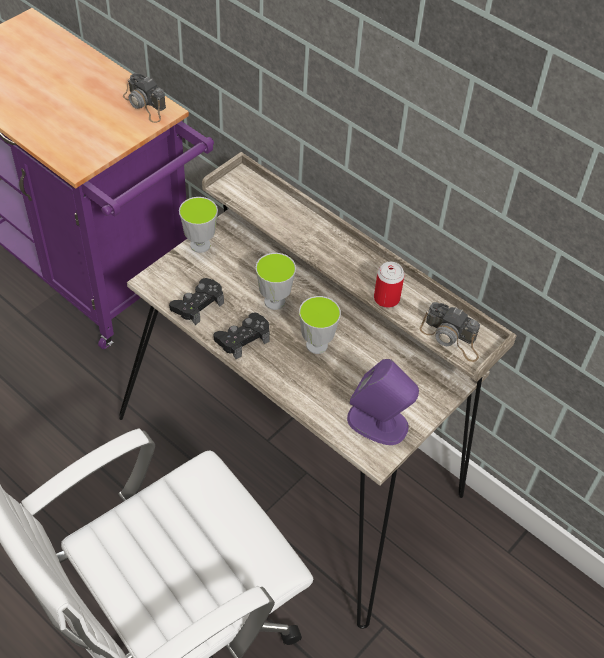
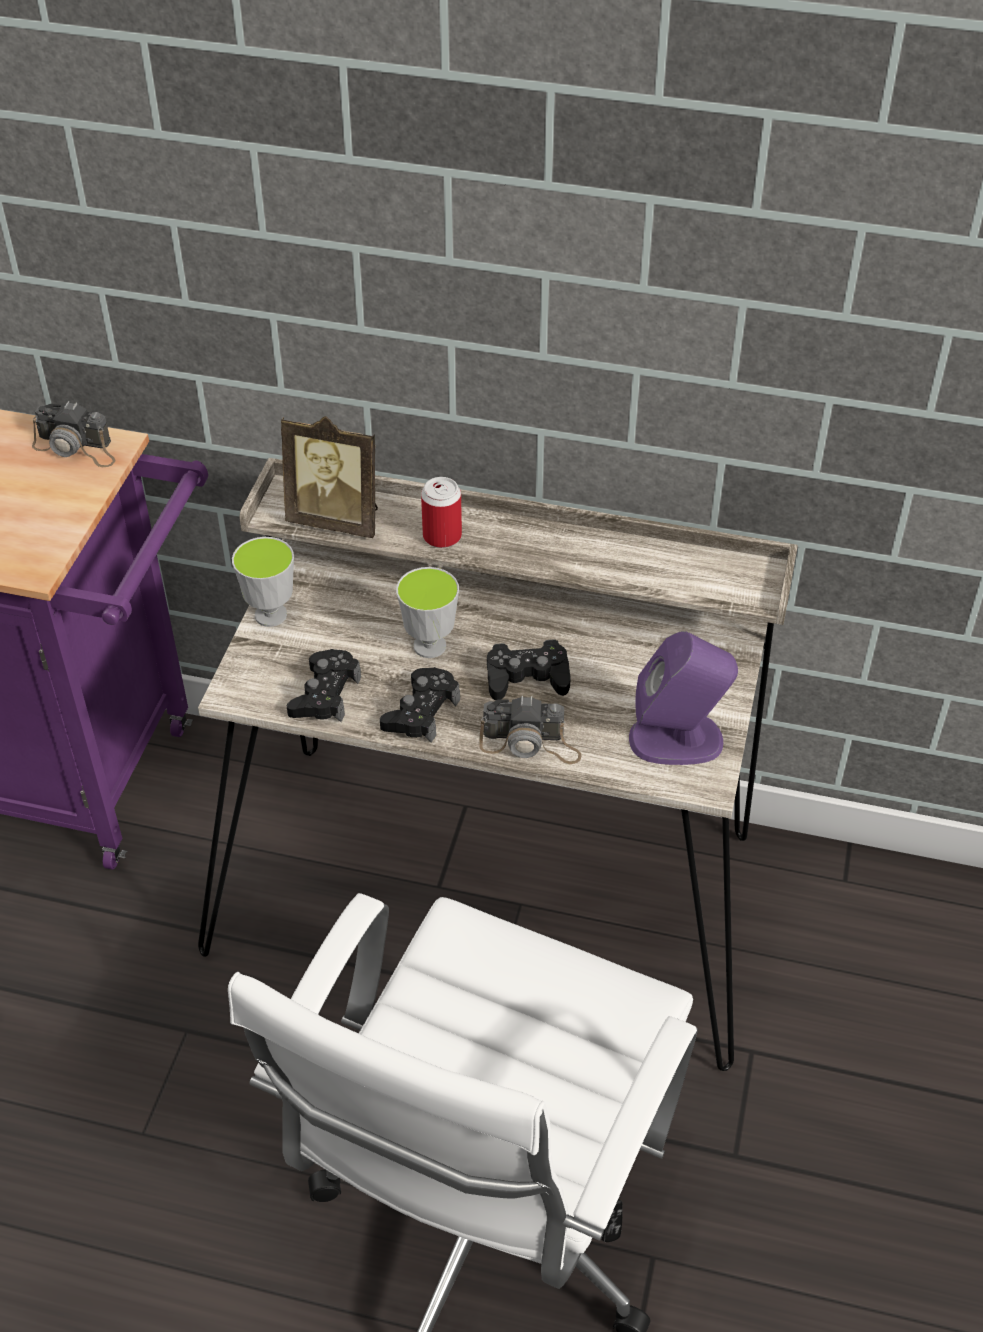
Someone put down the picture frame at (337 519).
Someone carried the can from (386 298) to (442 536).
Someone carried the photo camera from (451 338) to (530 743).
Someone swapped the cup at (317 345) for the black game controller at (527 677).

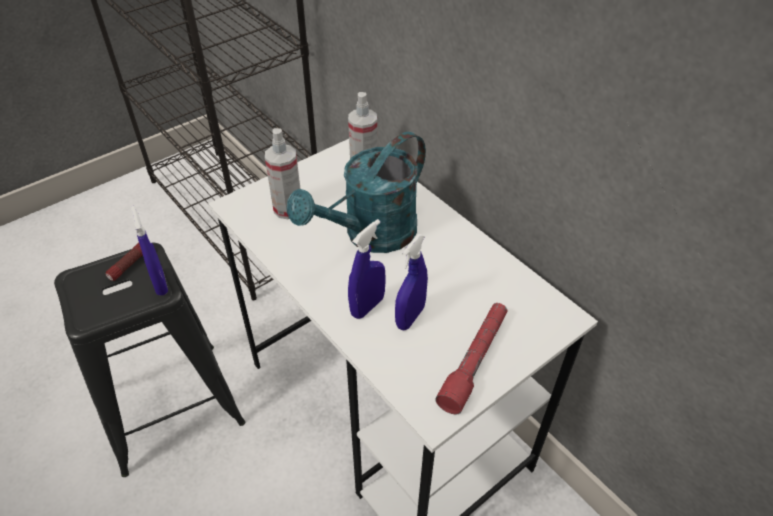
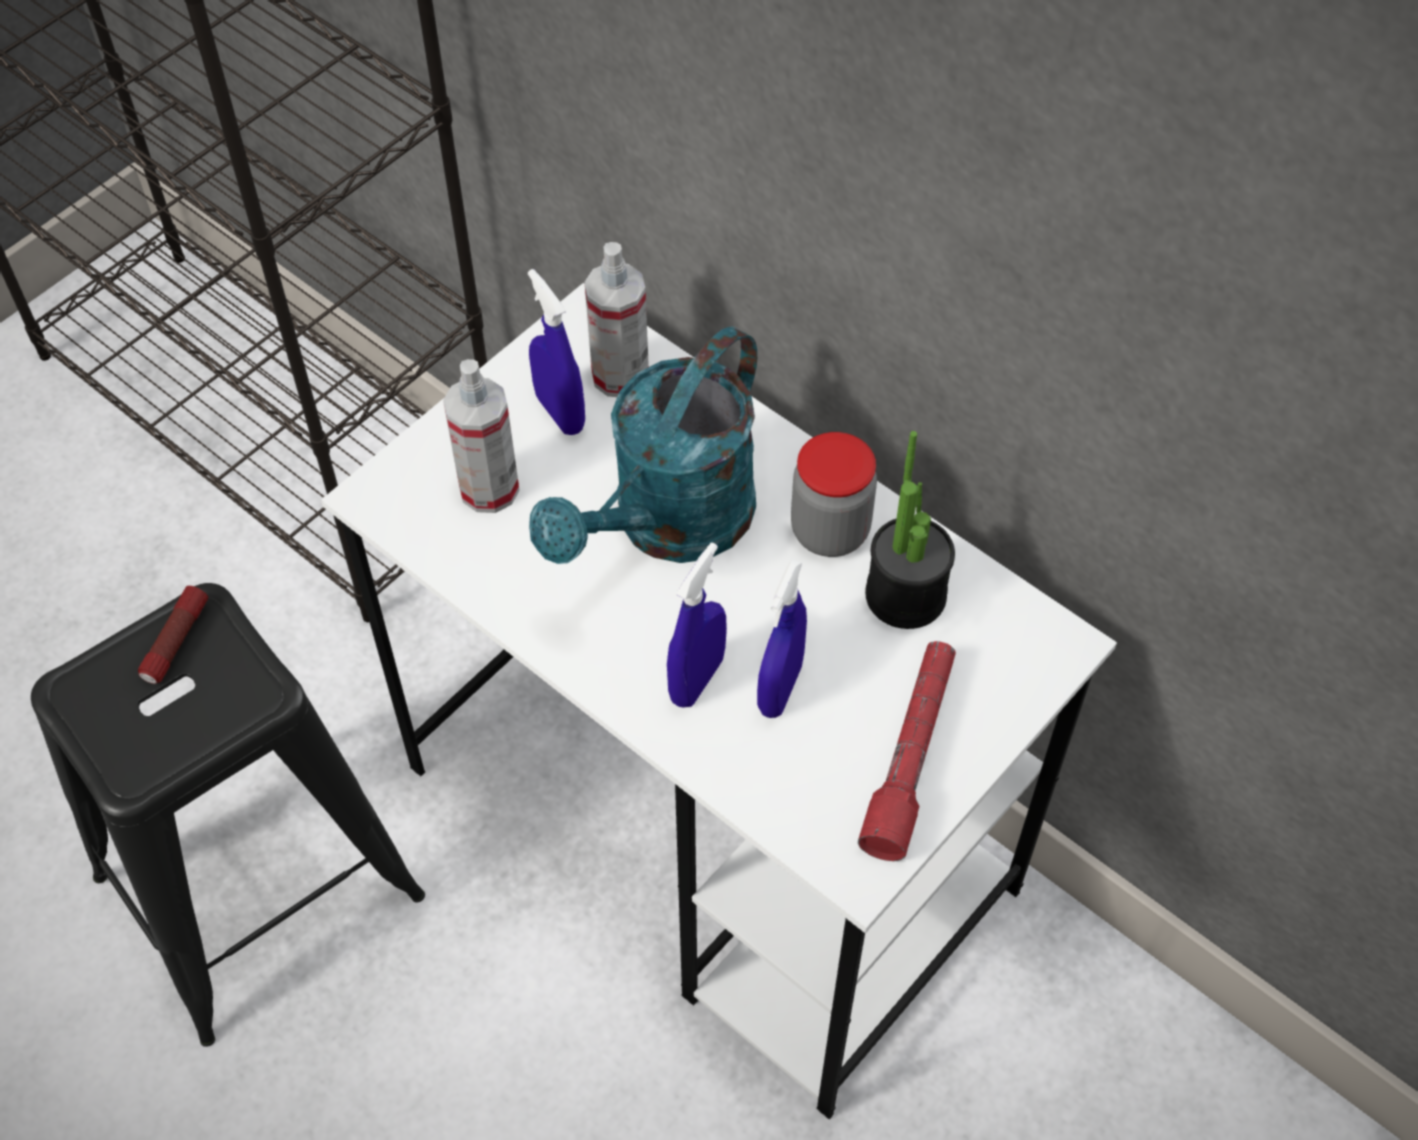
Someone carried the blue spray bottle from (160 284) to (560 413).
Someone put down the jar at (830 531).
Someone put down the potted plant at (905 595).

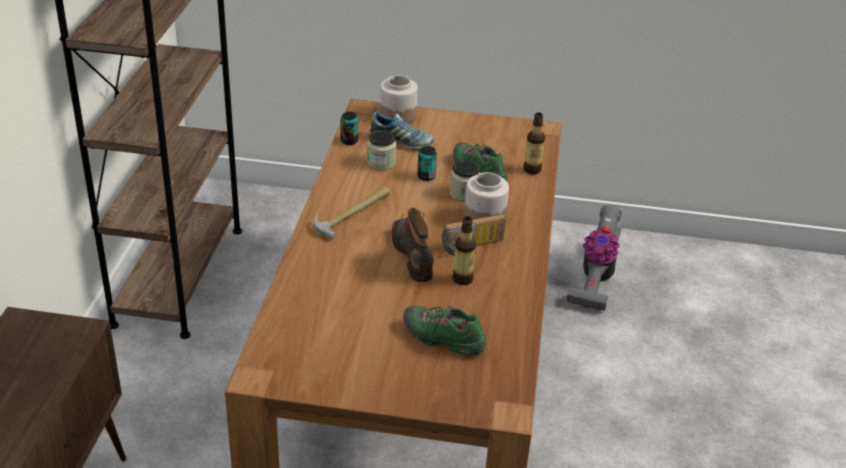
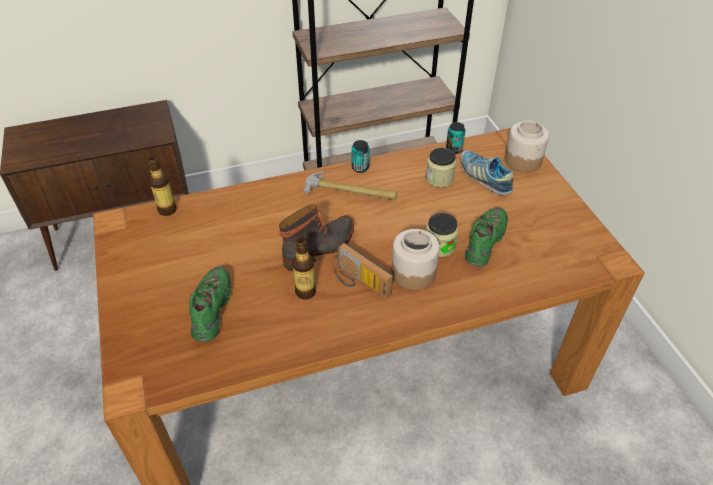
Someone carried the bottle from (532 170) to (167 210).
Someone carried the can from (426 176) to (360 168).
Someone rotated the shoe at (401 142) by 150 degrees clockwise.
Someone took away the vacuum cleaner at (595 280).

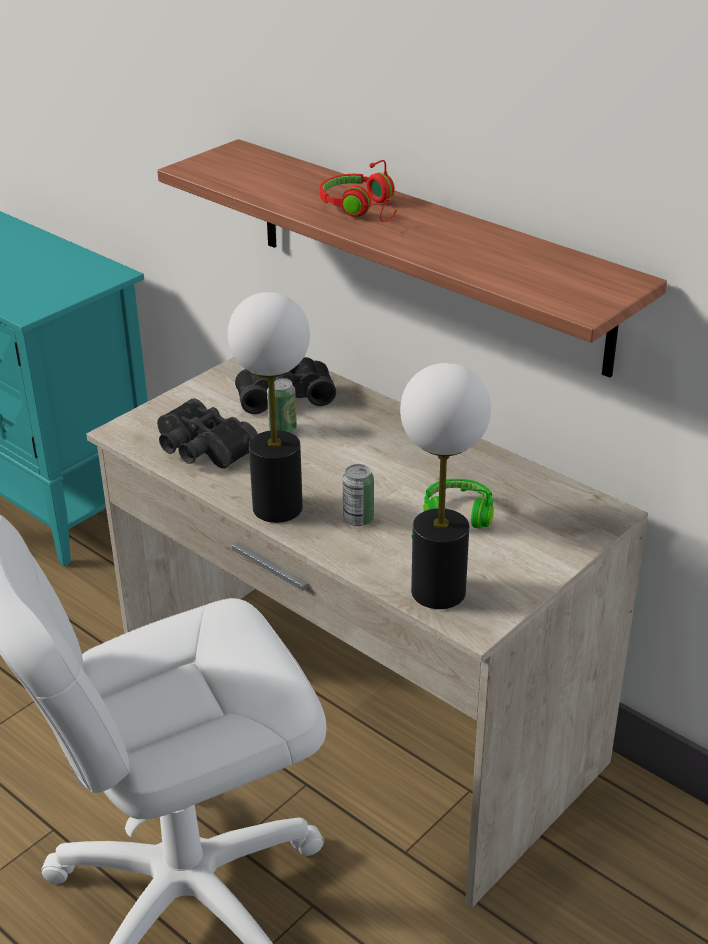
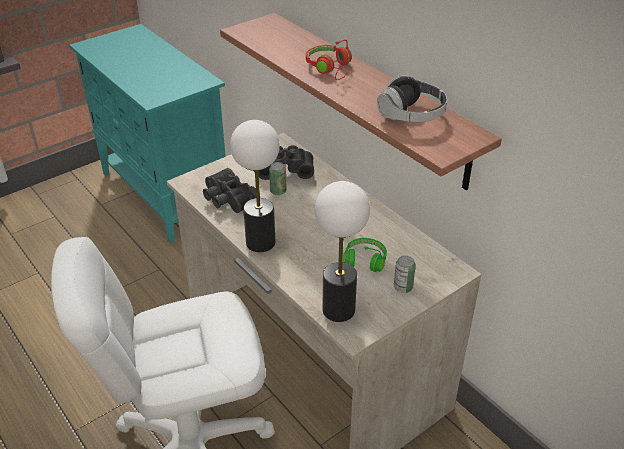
Someone put down the headphones at (411 115).
Someone carried the can from (358 519) to (403 287).

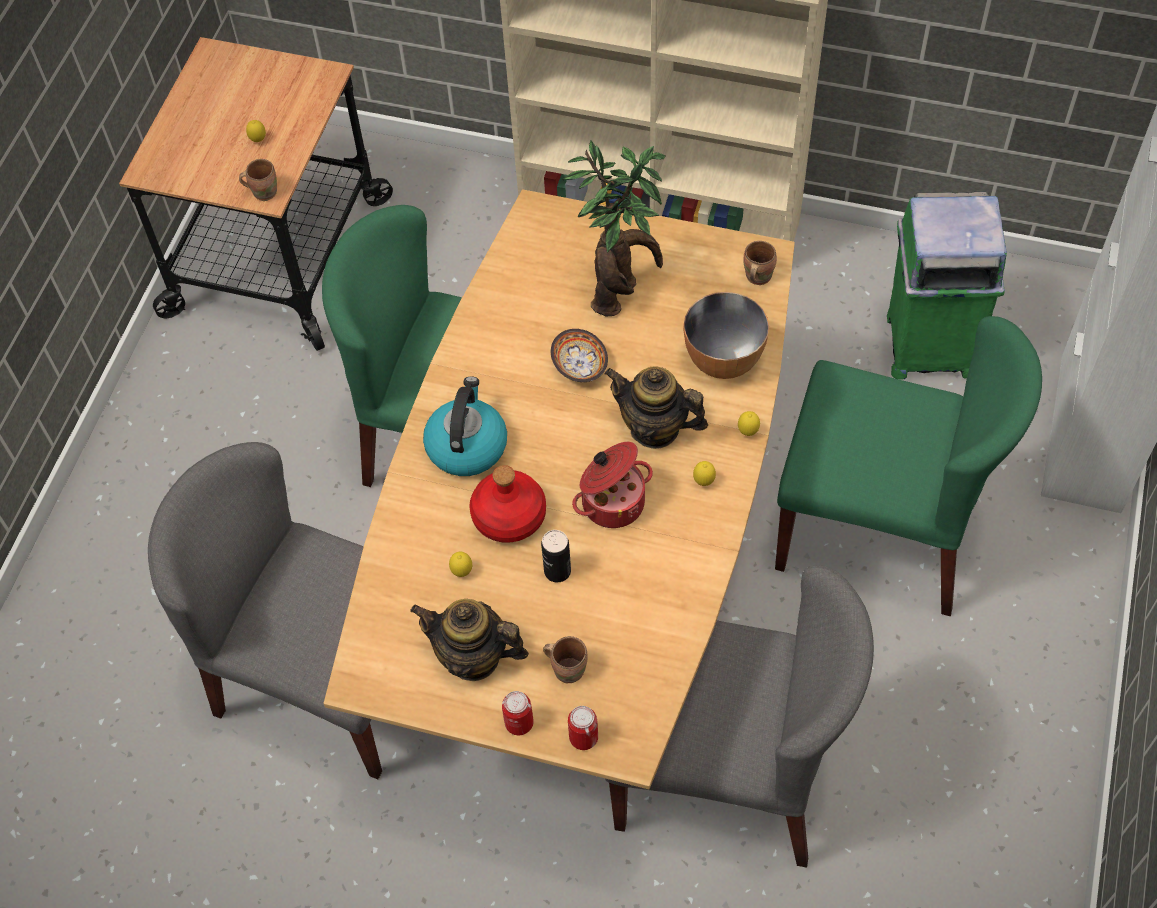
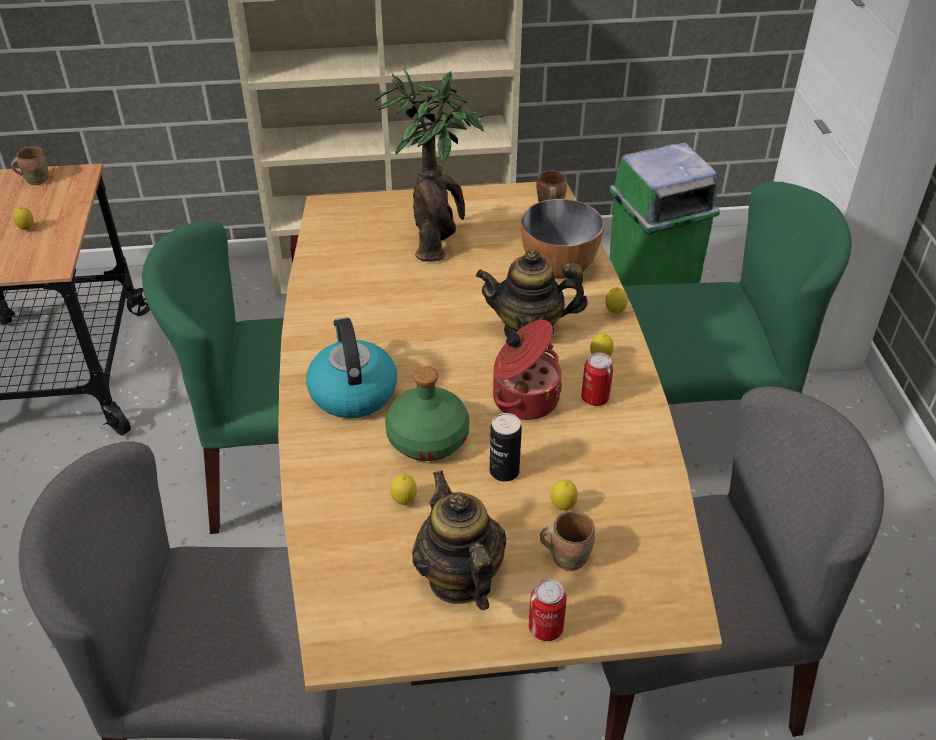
Someone carried the brown mug from (263 191) to (36 179).
Someone repainted the red bottle at (509 517), which became the green bottle at (429 439).
Someone rotated the teapot at (473 657) by 75 degrees clockwise.
Someone put down the lemon at (563 507).
Someone carried the can from (583 737) to (595 398).
Someone took away the bowl at (579 367).

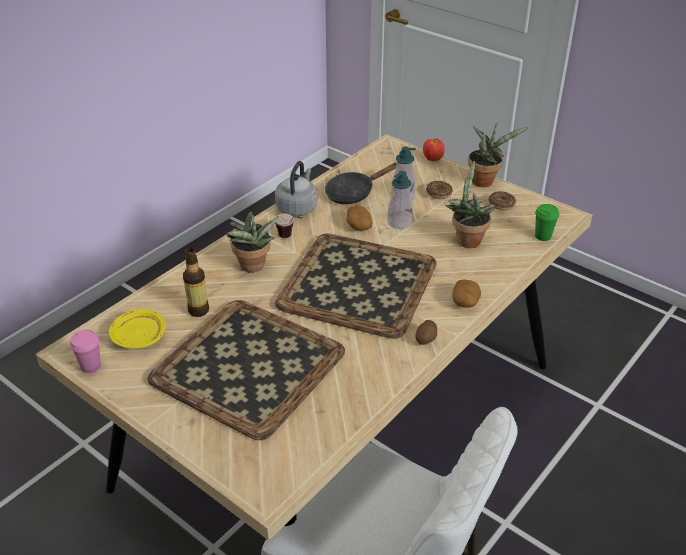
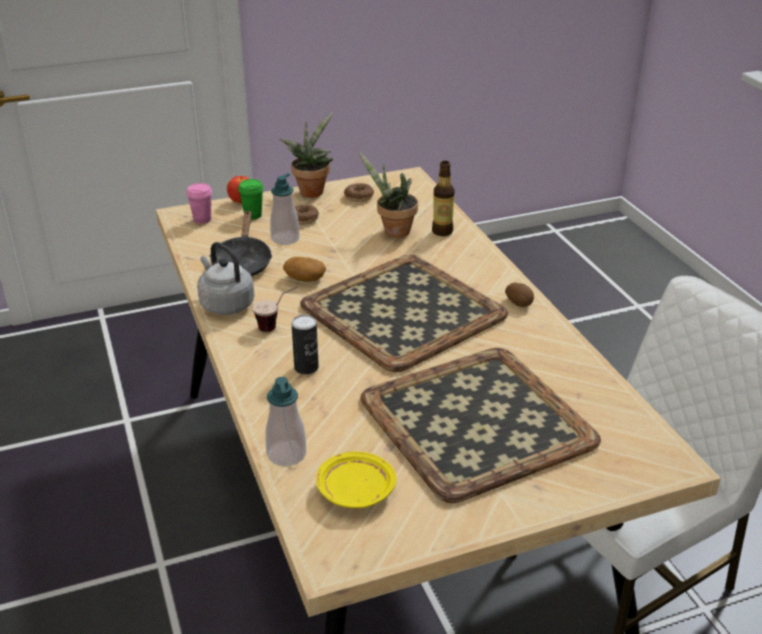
Someone carried the pink cup from (91 366) to (202 219).
Someone carried the green cup from (543 236) to (253 215).
Someone carried the soap dispenser from (399 222) to (286 454).
Someone swapped the potted plant at (252 268) for the can at (306 367).
Someone carried the bottle from (198 310) to (442 231).
Someone took away the potato at (465 302).

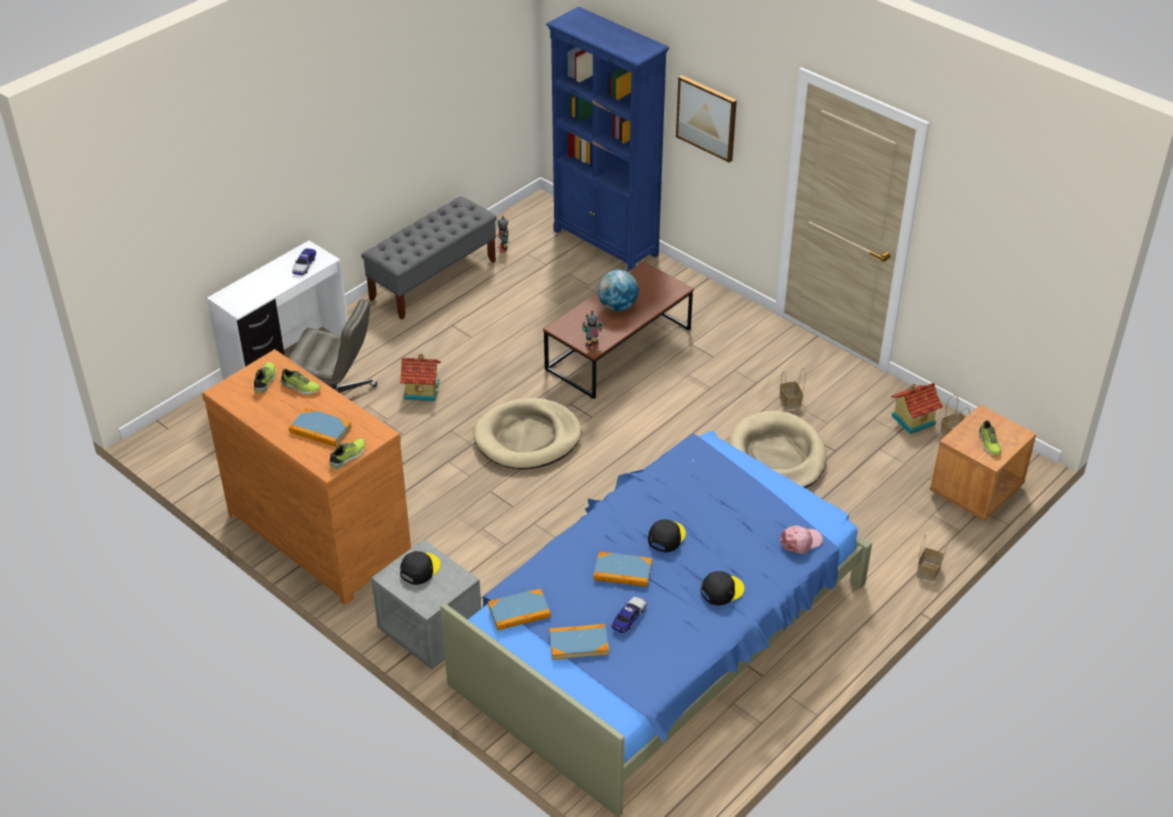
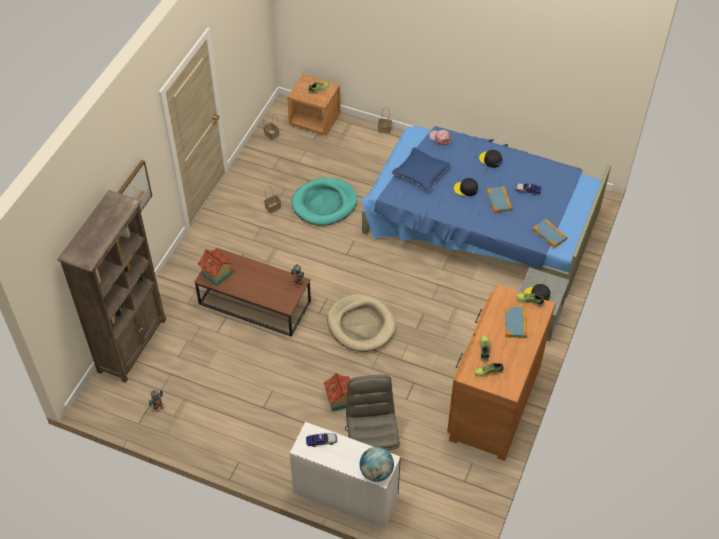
Someone repainted the blue bookcase at (606 243), which became the brown bookcase at (132 345).
Someone carried the toy house from (912 419) to (216 274).
Someone repainted the beige dog bed at (776 456), which became the turquoise dog bed at (324 204).
Someone carried the globe from (617 306) to (376 472).
Someone put down the blue pillow at (421 172).
Someone took away the grey bench at (433 279).
Someone took away the book at (578 643).

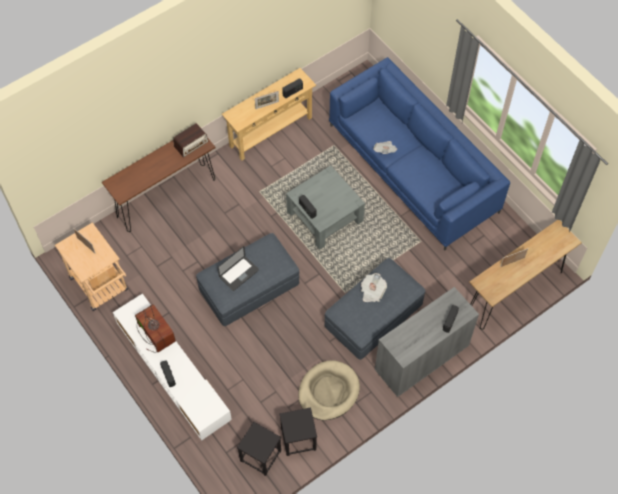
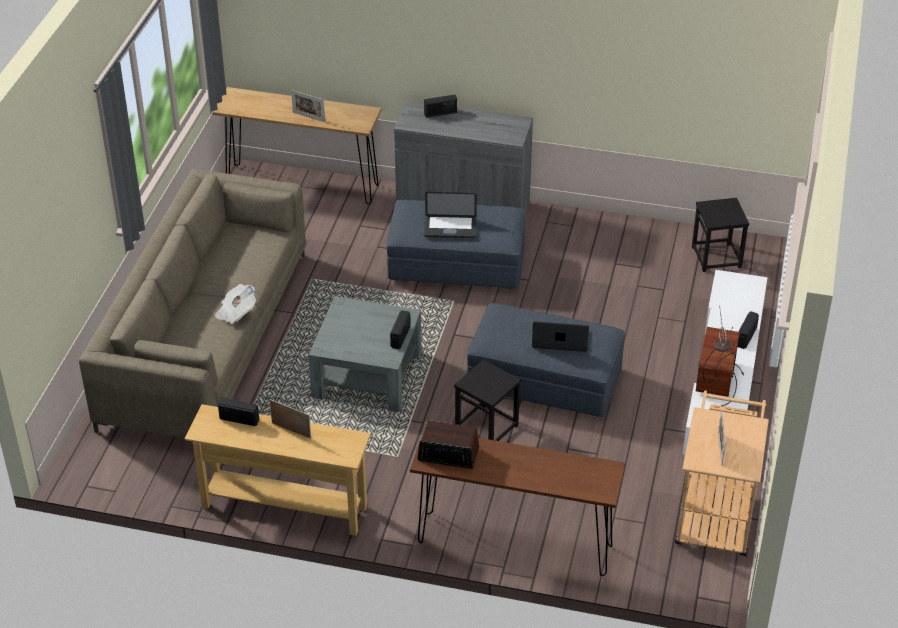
Someone repainted the blue sofa at (412 168), which became the beige sofa at (206 339).
Someone swapped the newspaper at (372 291) for the laptop at (450 228).
Someone carried the black stool from (298 439) to (487 427).
Someone took away the beige dog bed at (328 391).

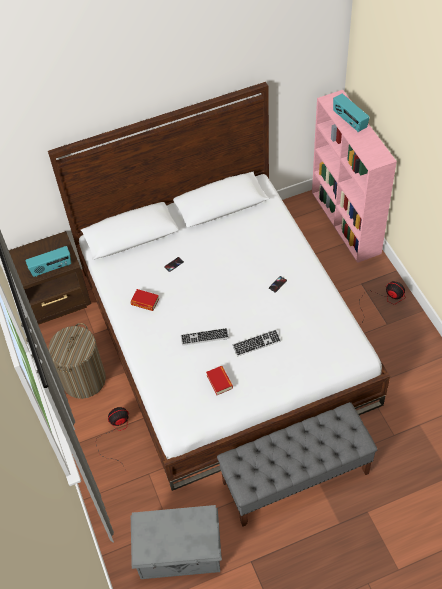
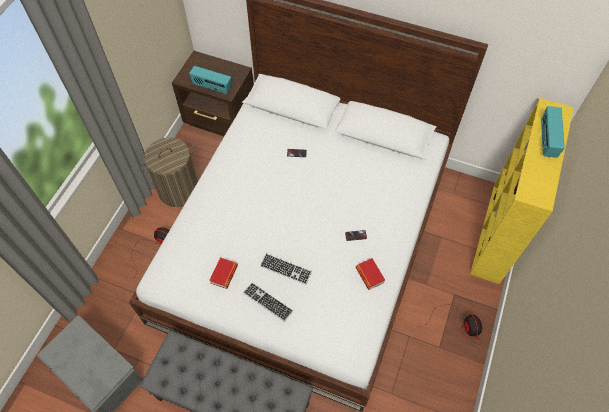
Someone carried the keyboard from (204 337) to (267 302).
Someone carried the book from (145 302) to (369 275).
Someone repainted the pink bookcase at (346 223), which became the yellow bookcase at (496 233).

